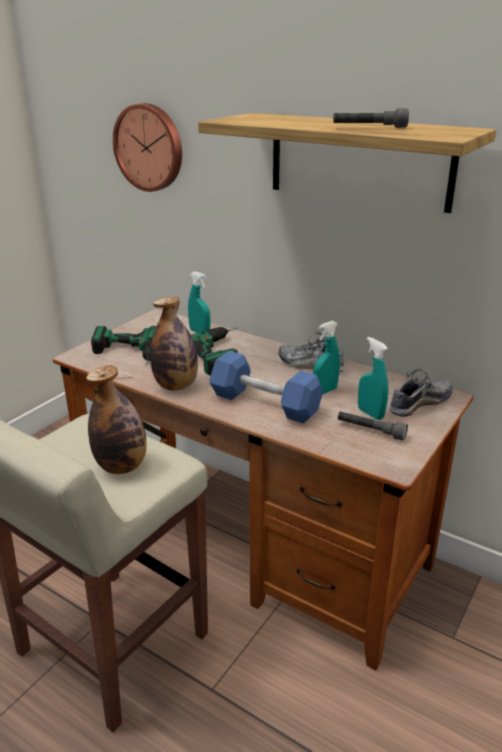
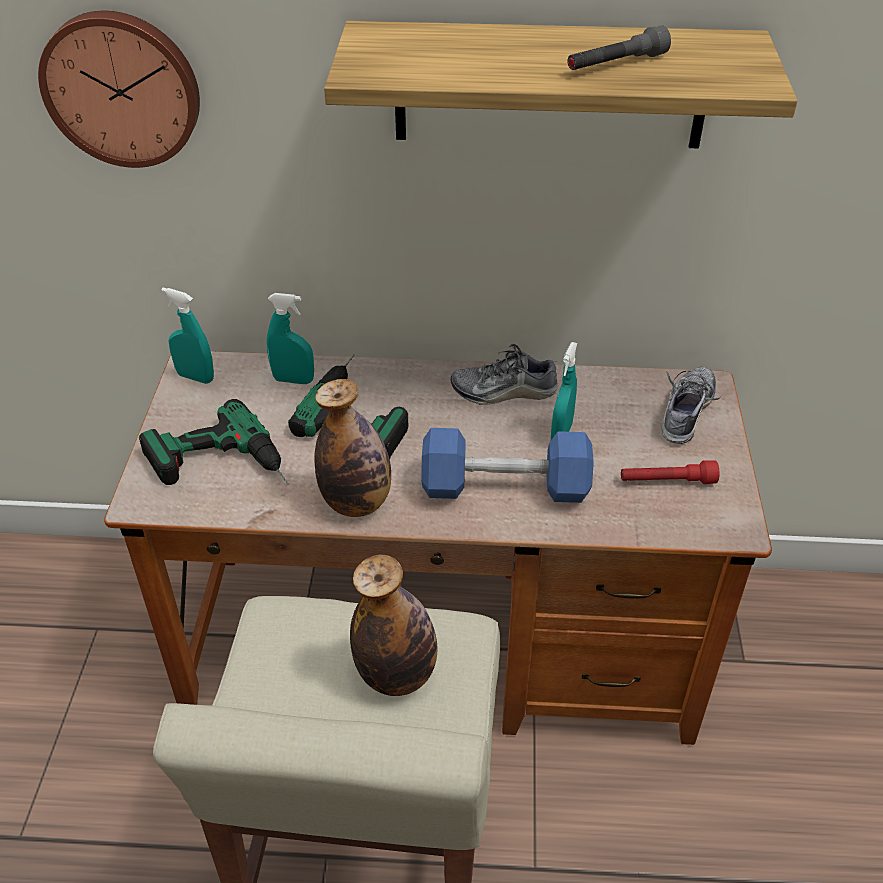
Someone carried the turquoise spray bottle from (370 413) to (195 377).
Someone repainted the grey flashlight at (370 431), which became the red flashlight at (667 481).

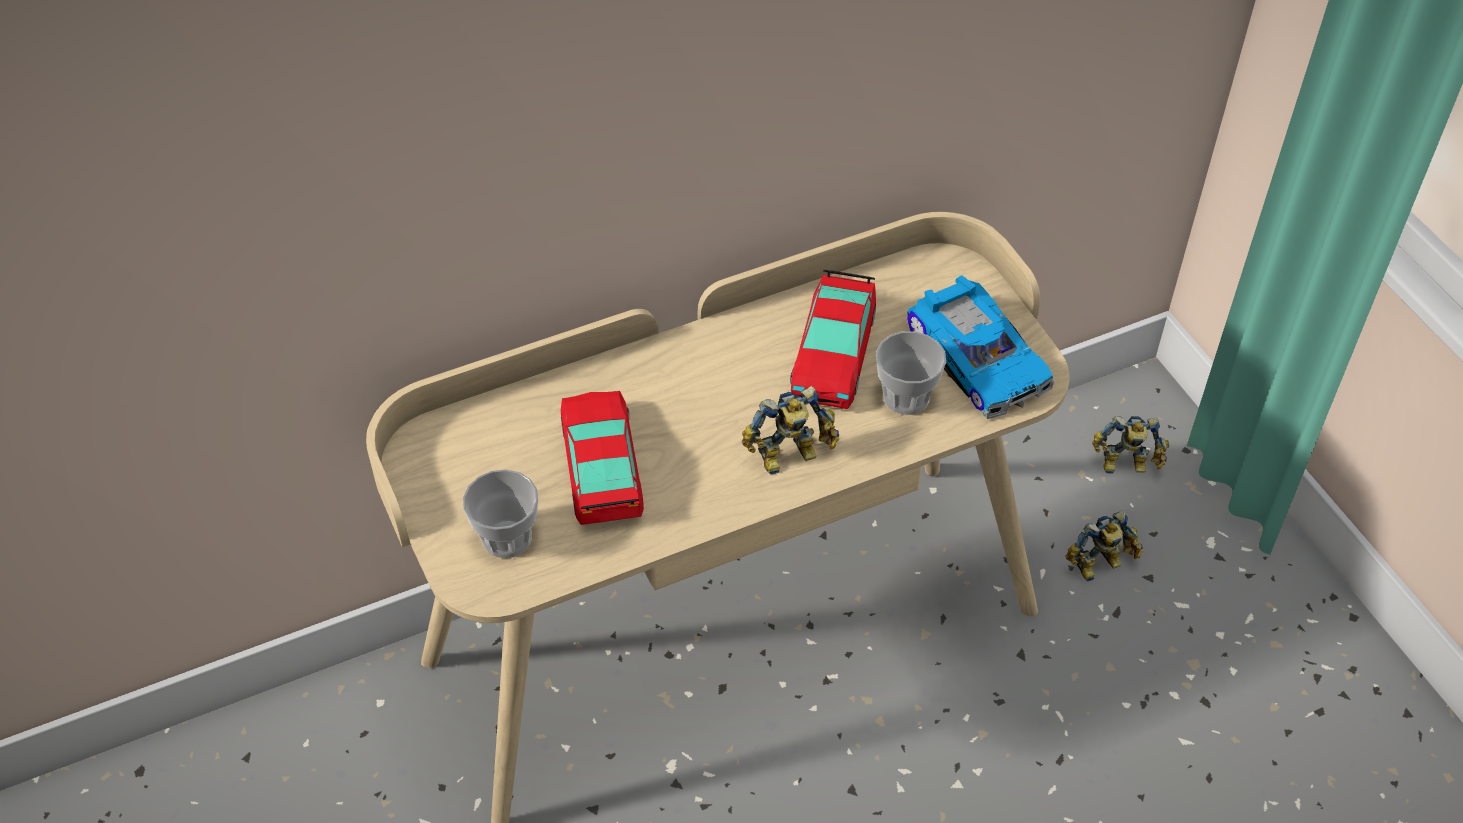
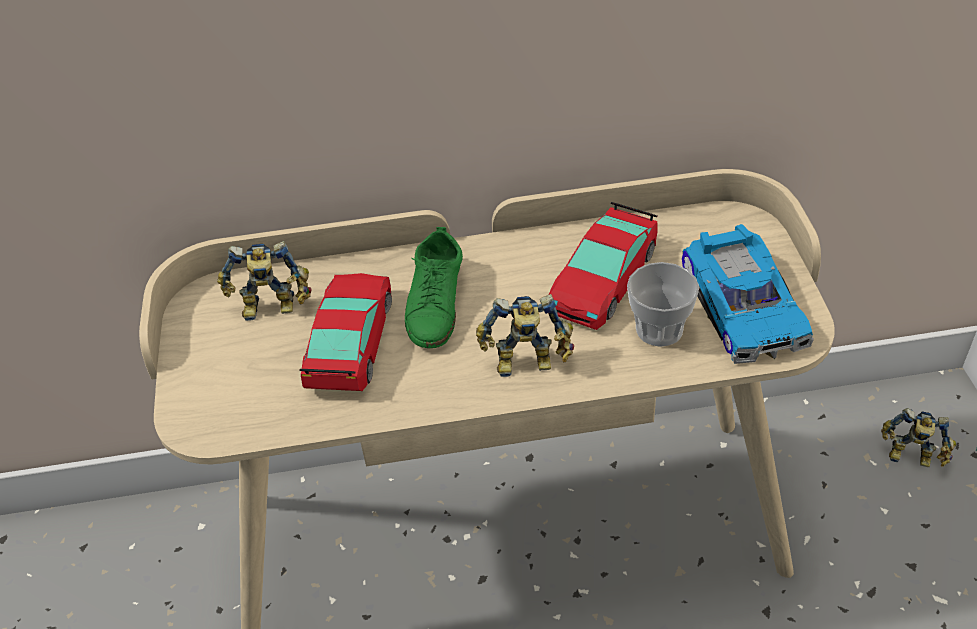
Someone carried the toy robot from (1100 566) to (271 309).
Someone put down the green shoe at (435 303).
Someone took away the cup at (507 538).

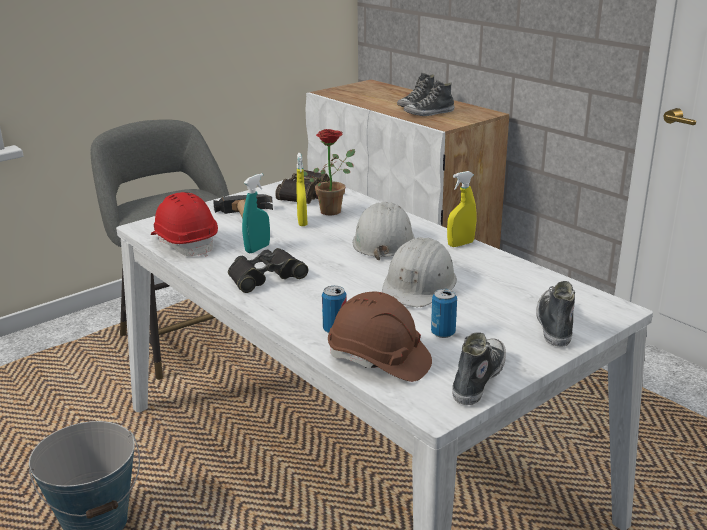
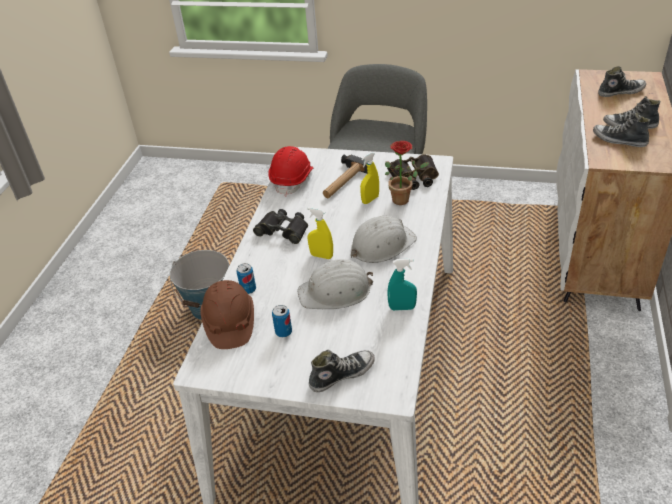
Someone carried the yellow spray bottle from (460 244) to (321 256).
Someone carried the turquoise spray bottle from (257 249) to (402 308).
Someone carried the shoe from (477 378) to (620 92).

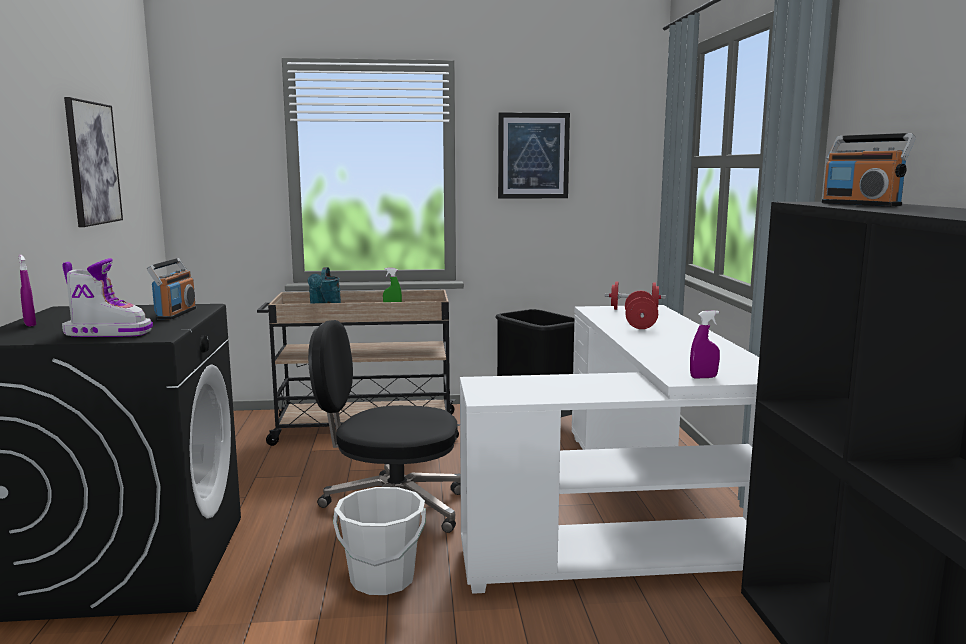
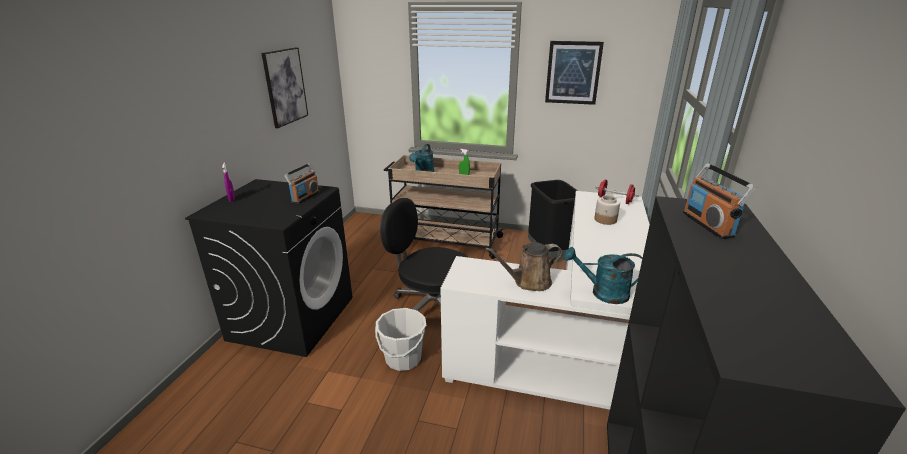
Someone put down the brown watering can at (529 282).
Someone swapped the purple spray bottle at (703 377) for the turquoise watering can at (603 293).
Someone swapped the red dumbbell at (640 324) for the jar at (605 220).
Someone took away the boot at (108 333).

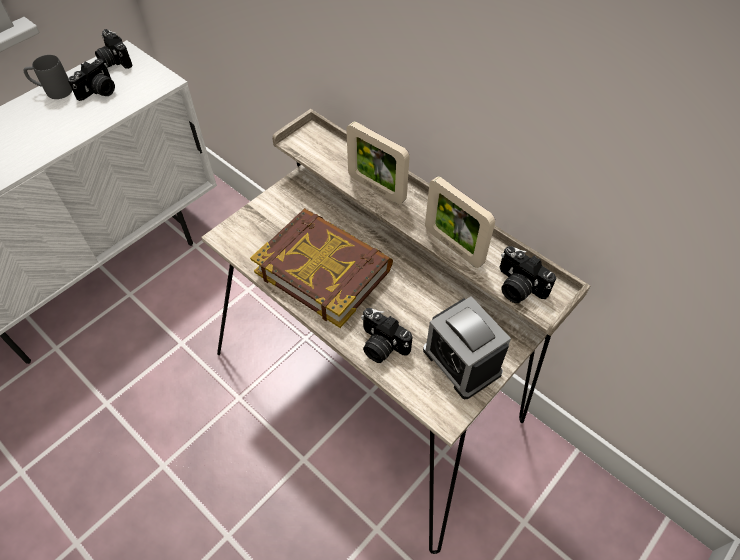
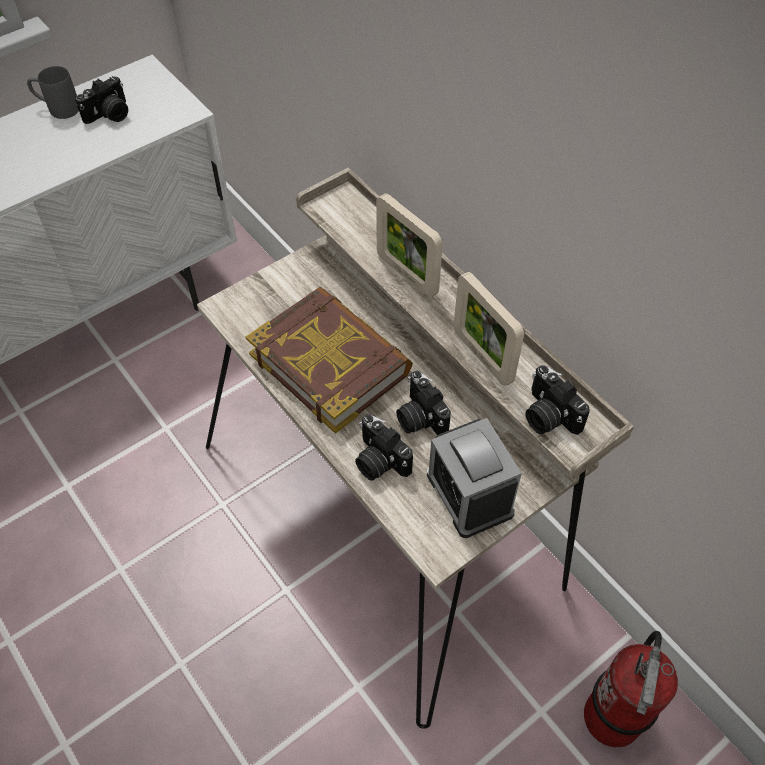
Someone carried the photo camera from (114 61) to (419 418).
Someone put down the fire extinguisher at (613 717).

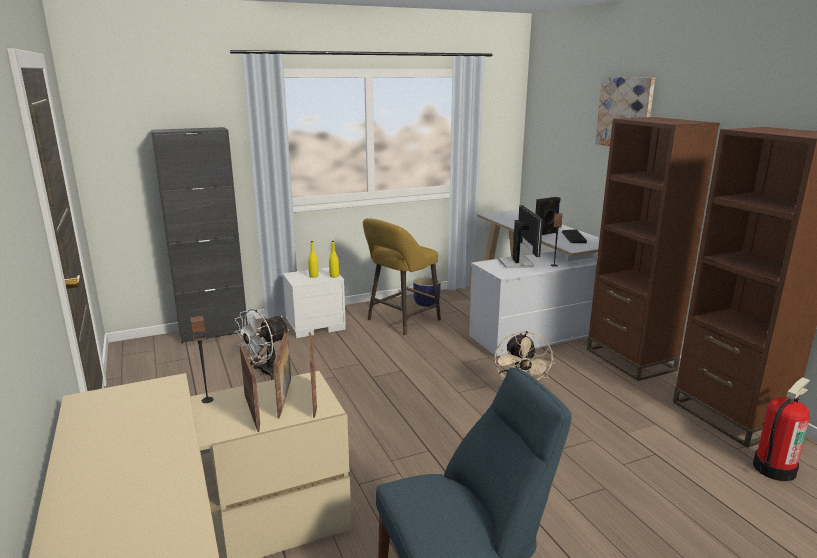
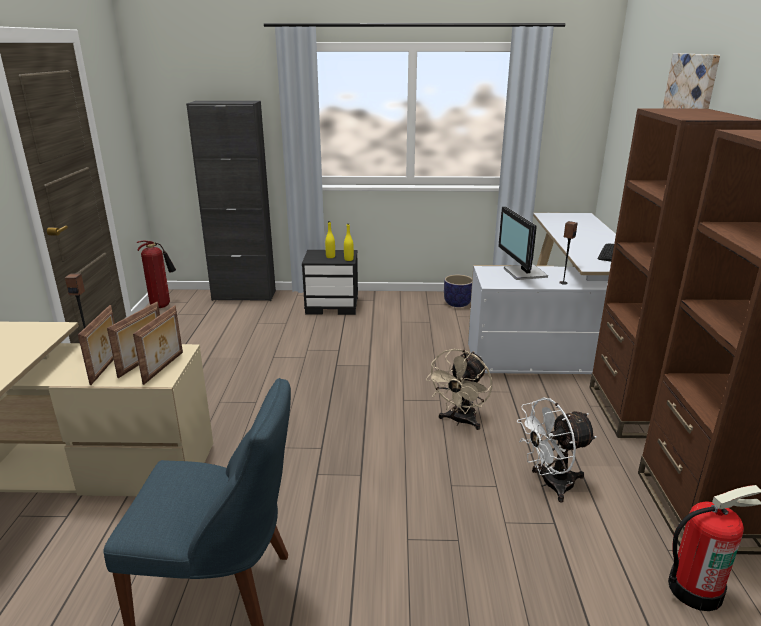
Someone put down the fire extinguisher at (162 305).
Someone repainted the white nightstand at (316 325), which became the black nightstand at (333 305).
Someone rotated the monitor at (517 262) by 150 degrees clockwise.
Someone carried the white fan from (266 373) to (550 484).
Someone took away the yellow stool at (400 321).
Someone took away the black speaker at (546 234).

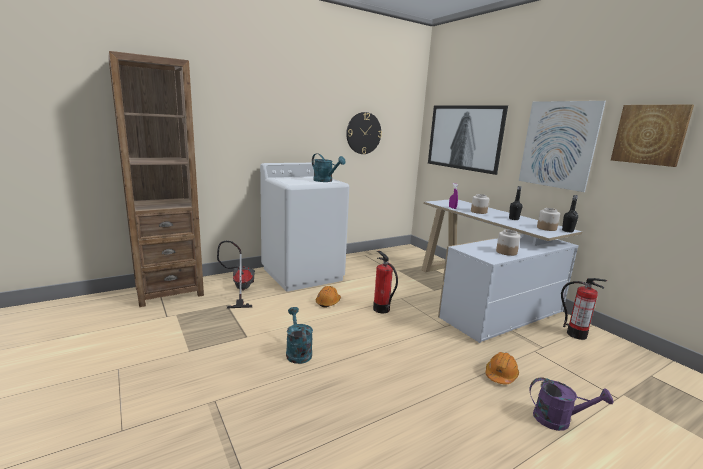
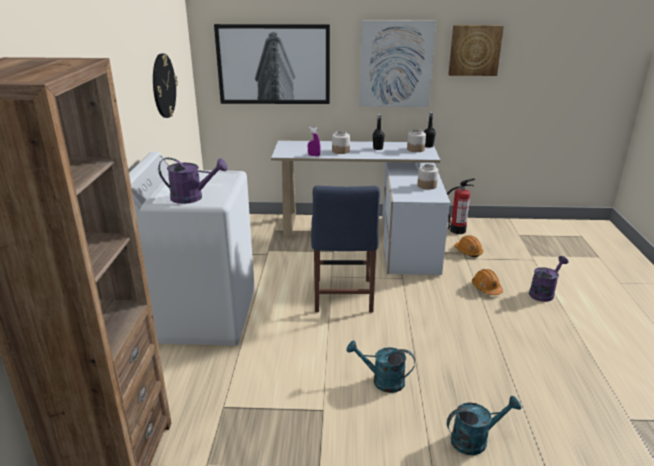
Someone put down the purple watering can at (193 198).
Someone swapped the fire extinguisher at (381 309) for the blue chair at (343 297).
Someone carried the turquoise watering can from (325 181) to (475 439).
Someone carried the orange hard hat from (328 302) to (468 252).
Someone took away the vacuum cleaner at (240 290).

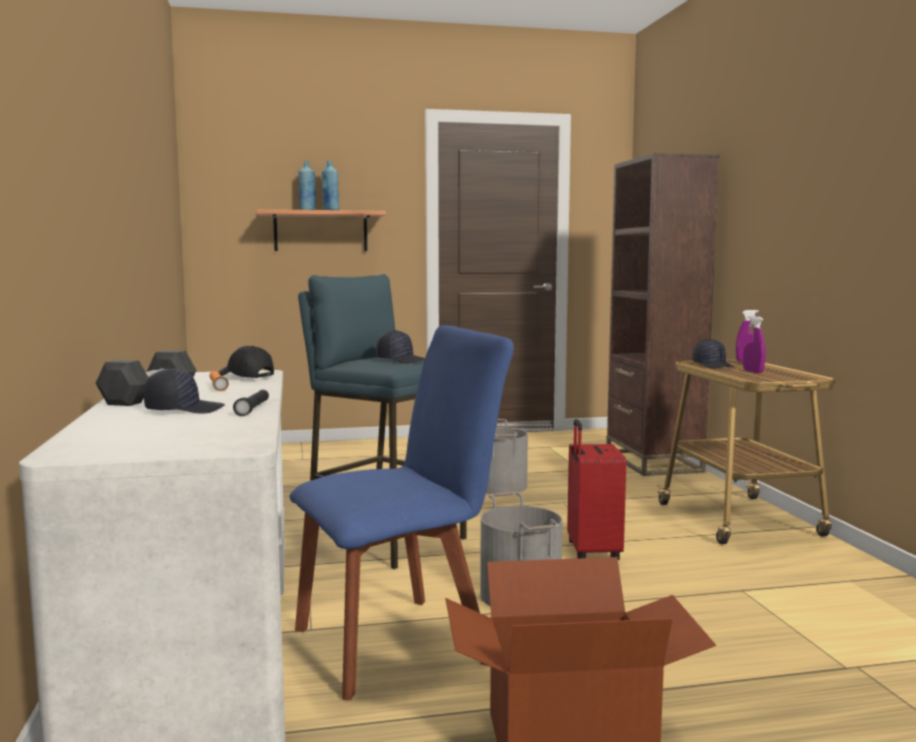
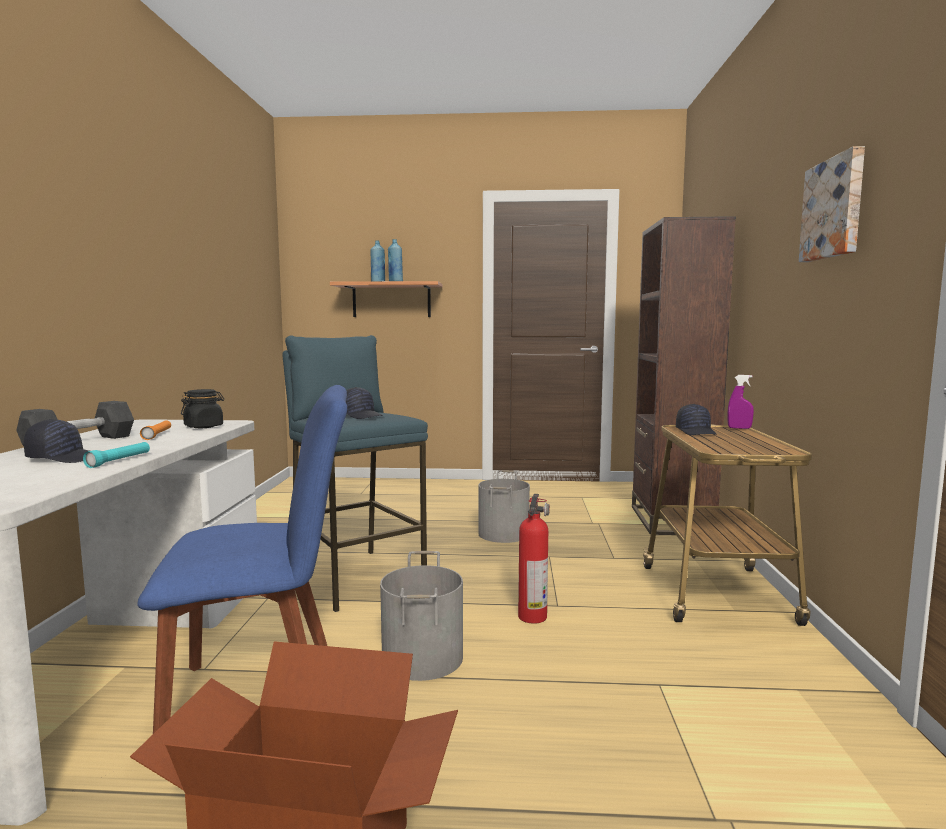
Someone repainted the black flashlight at (253 409), which became the turquoise flashlight at (119 461).
Someone swapped the black cap at (244 377) for the black jar at (204 426).
Someone swapped the red suitcase at (591 552) for the fire extinguisher at (532 615).
Someone put up the picture at (835 209).
Someone took away the purple spray bottle at (753 372).

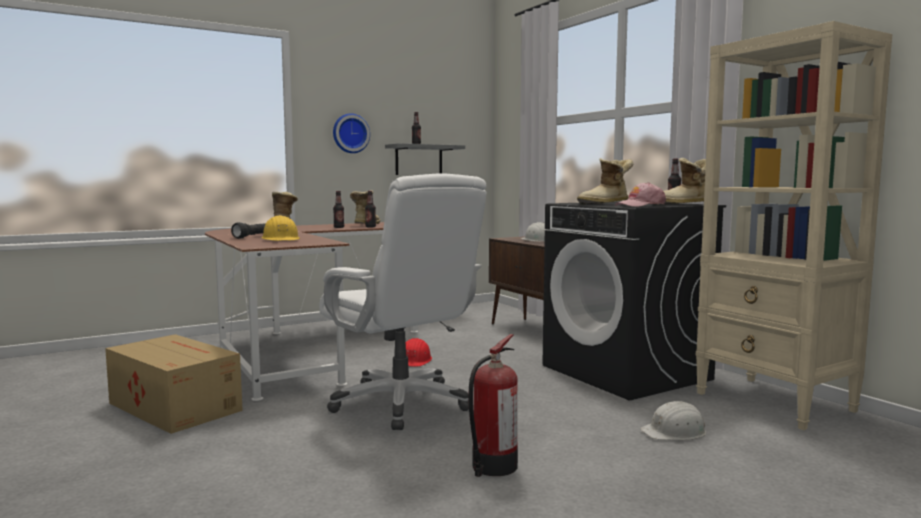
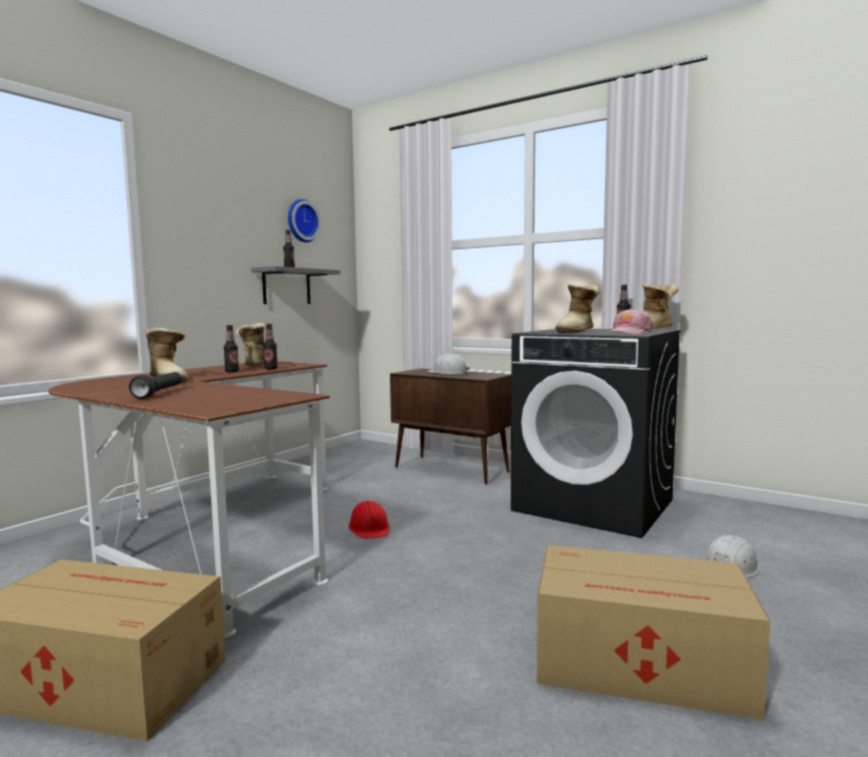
Someone carried the wall clock from (350 133) to (301 221).
Someone swapped the fire extinguisher at (492 467) for the cardboard box at (643 665).
Someone took away the yellow hard hat at (281 239).
Someone took away the white office chair at (402 403).
Someone took away the beige bookcase at (775 402).

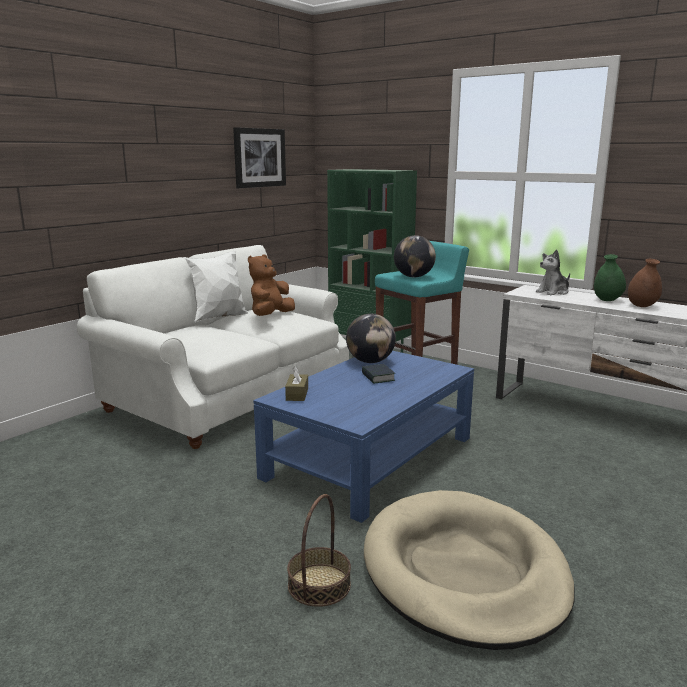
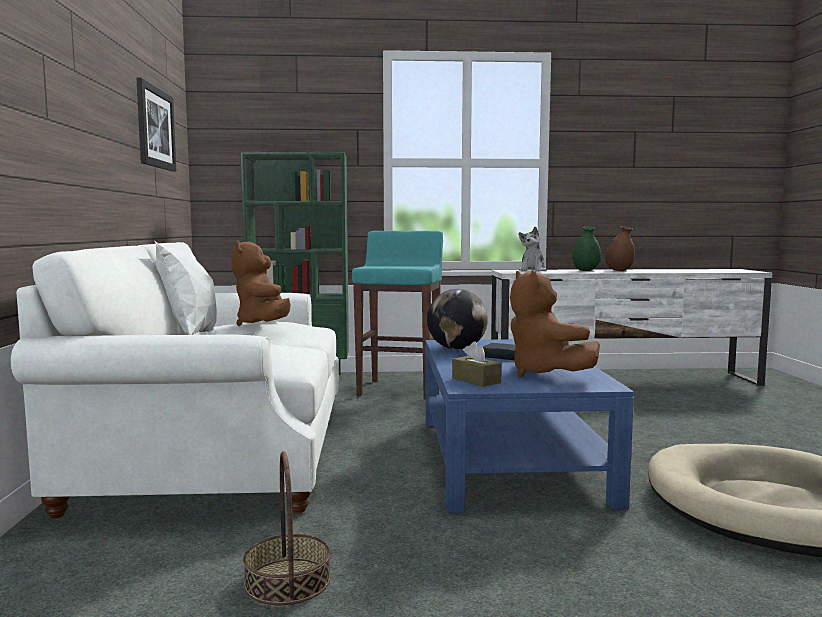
Someone carried the basket from (319 584) to (287 581).
Someone put down the brown plush toy at (544 373).
Someone took away the globe at (414 277).

